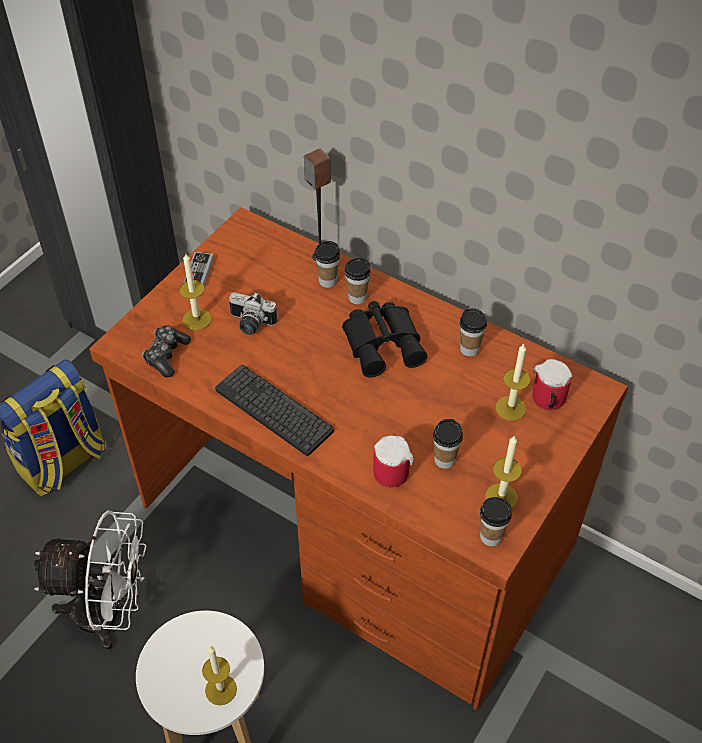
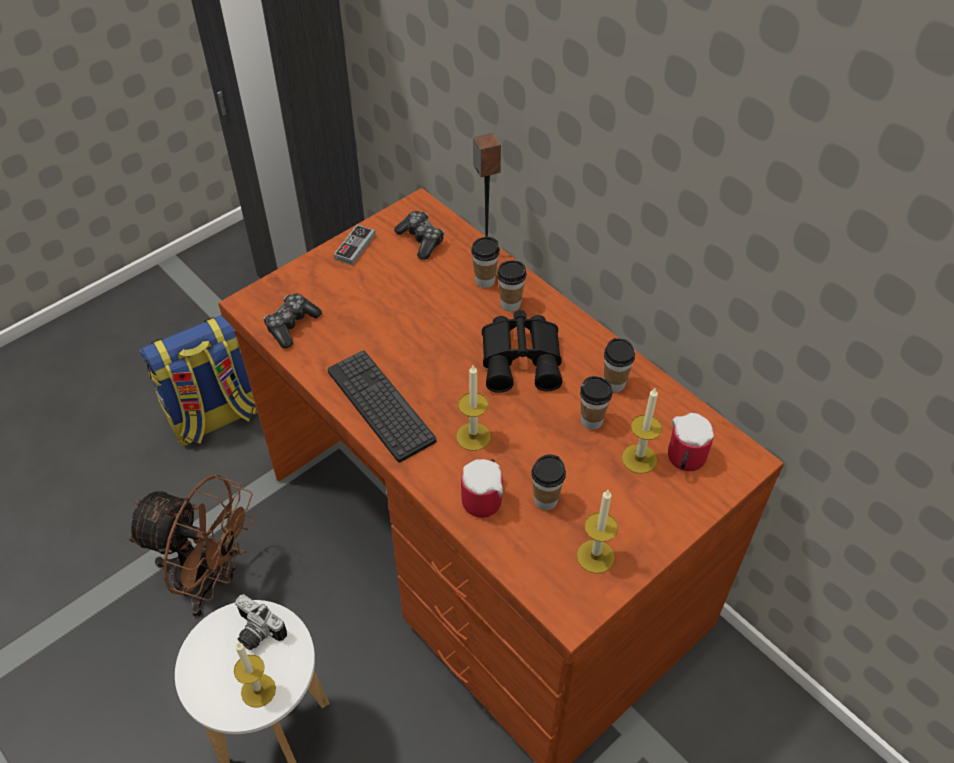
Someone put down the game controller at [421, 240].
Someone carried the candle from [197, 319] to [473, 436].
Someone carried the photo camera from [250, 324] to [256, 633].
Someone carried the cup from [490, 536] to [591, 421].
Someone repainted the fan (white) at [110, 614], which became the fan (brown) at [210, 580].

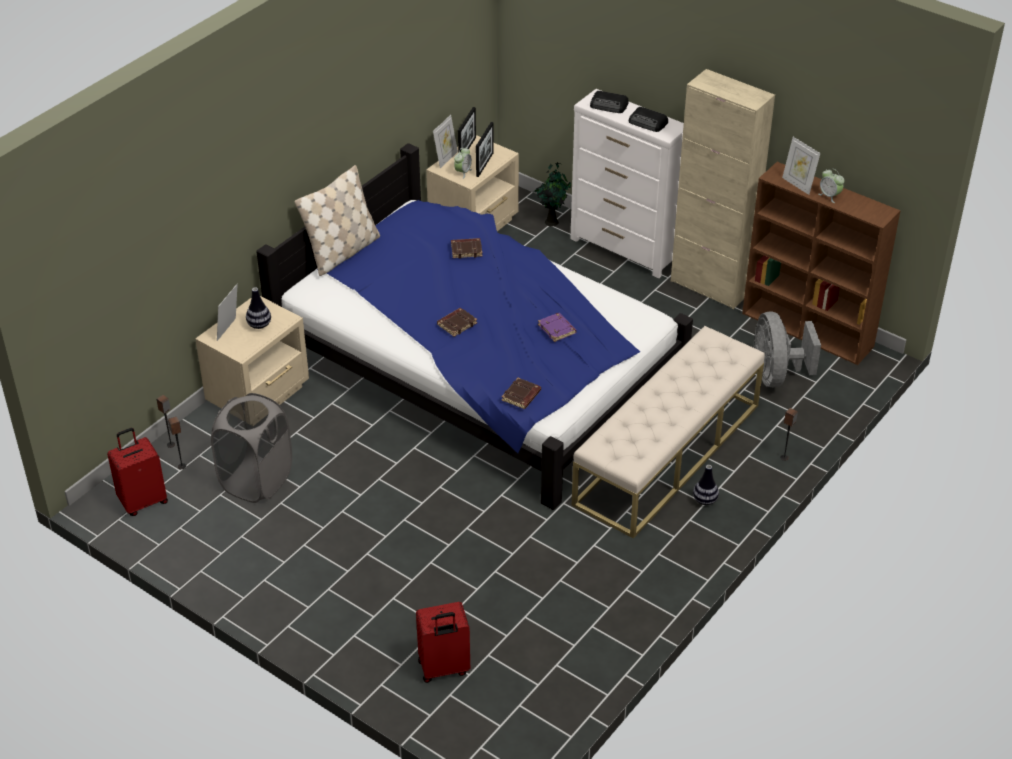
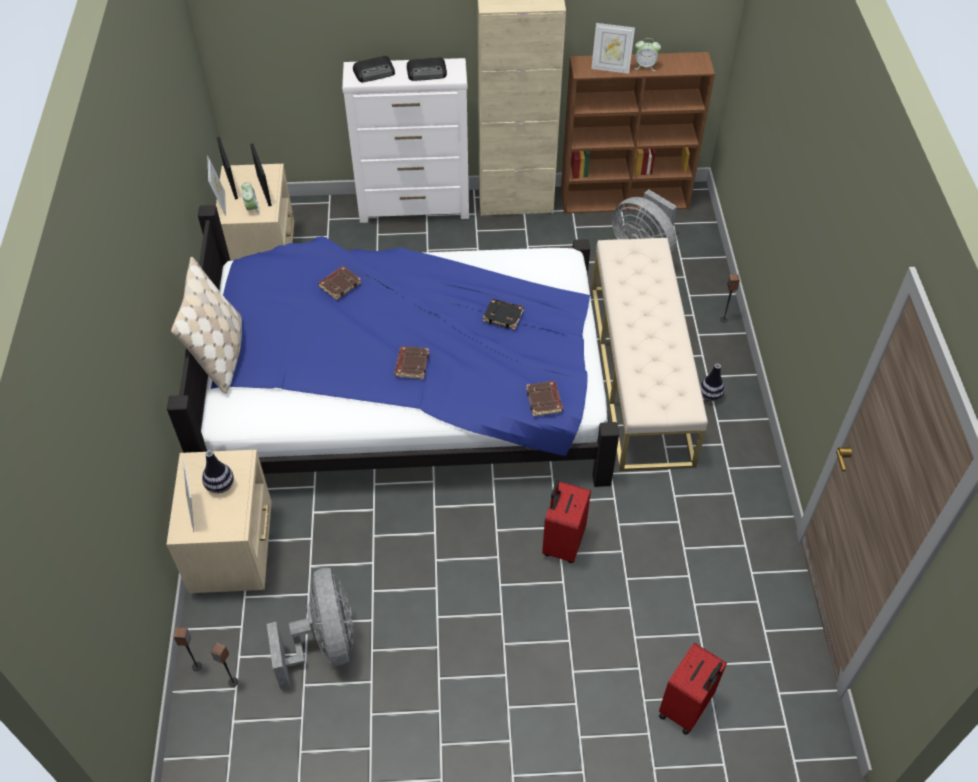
Someone took away the potted plant at [551, 221].
Someone carried the suitcase (red) from [143, 501] to [562, 543].
Someone swapped the laundry basket (grey) at [256, 480] for the fan (grey) at [324, 643].
Someone repainted the book (purple) at [557, 329], which became the book (black) at [504, 316].

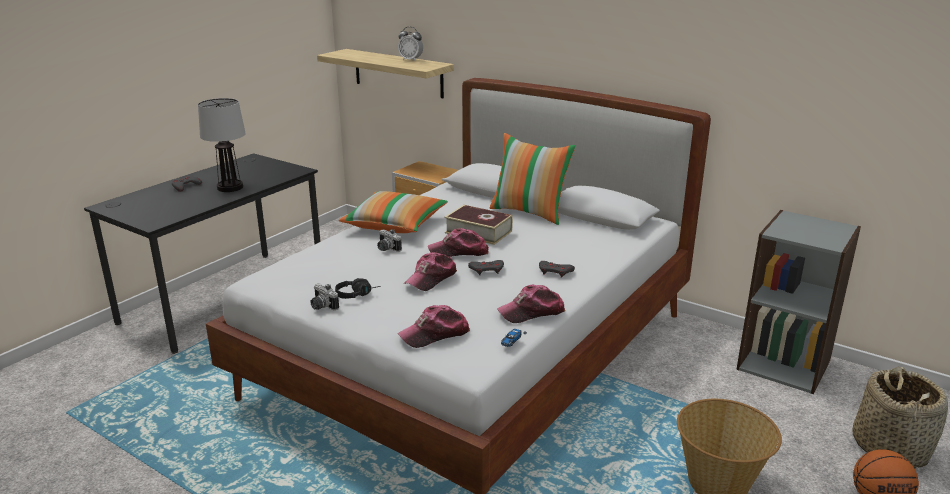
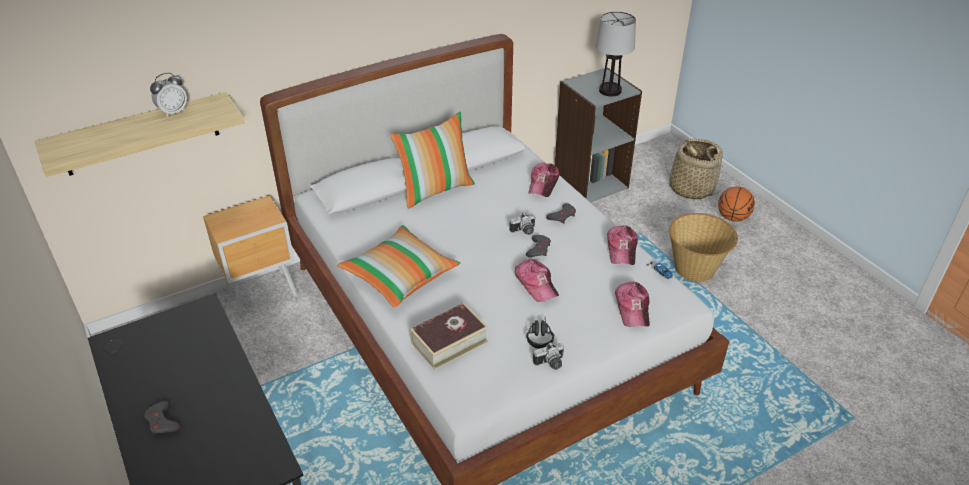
Someone carried the table lamp from [230, 187] to [610, 90].
Someone carried the photo camera from [386, 249] to [524, 231].
Someone carried the cap from [459, 252] to [543, 184].
Someone carried the book from [478, 232] to [449, 342].

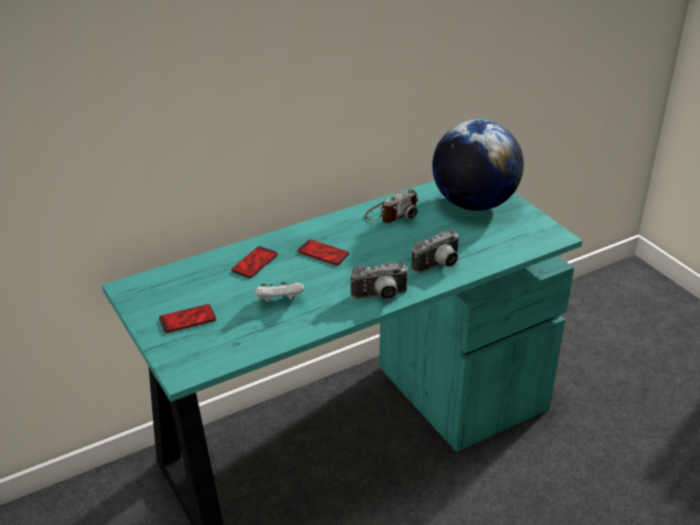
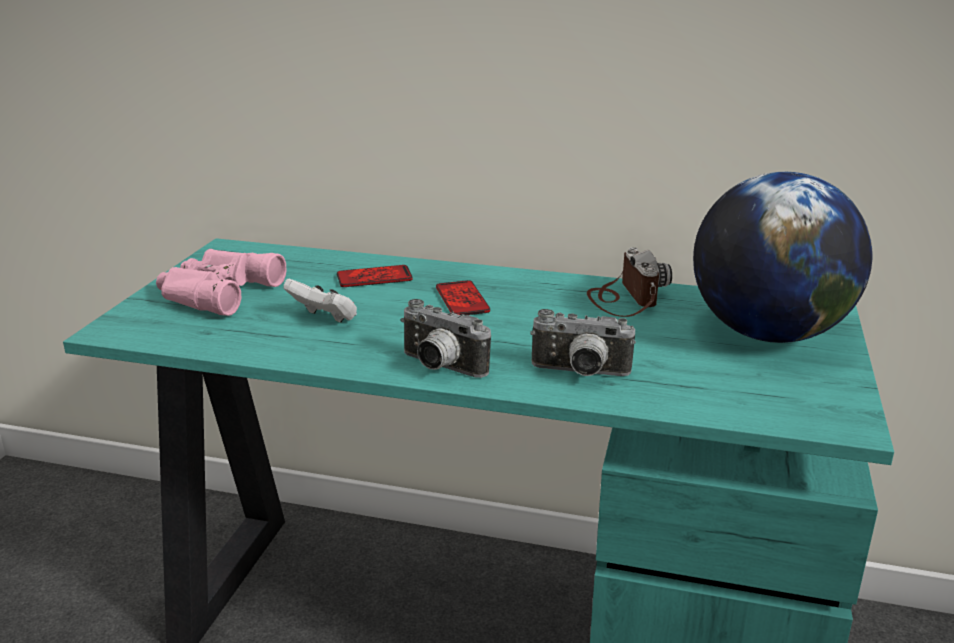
Someone swapped the phone at [187, 319] for the binoculars (pink) at [214, 292].
Someone rotated the photo camera at [391, 213] by 105 degrees counterclockwise.

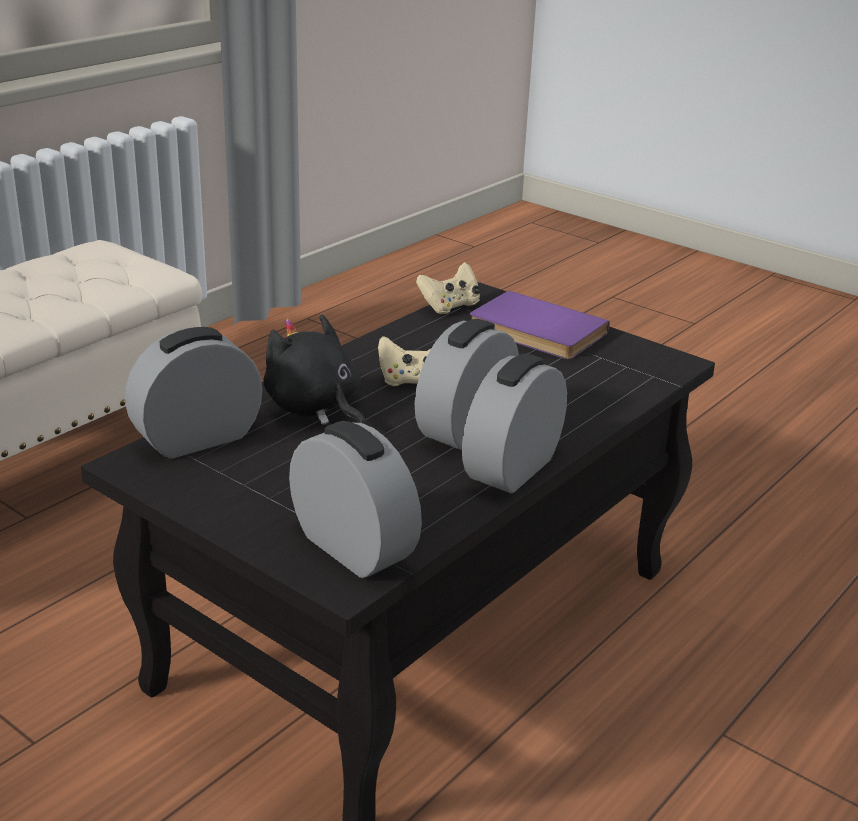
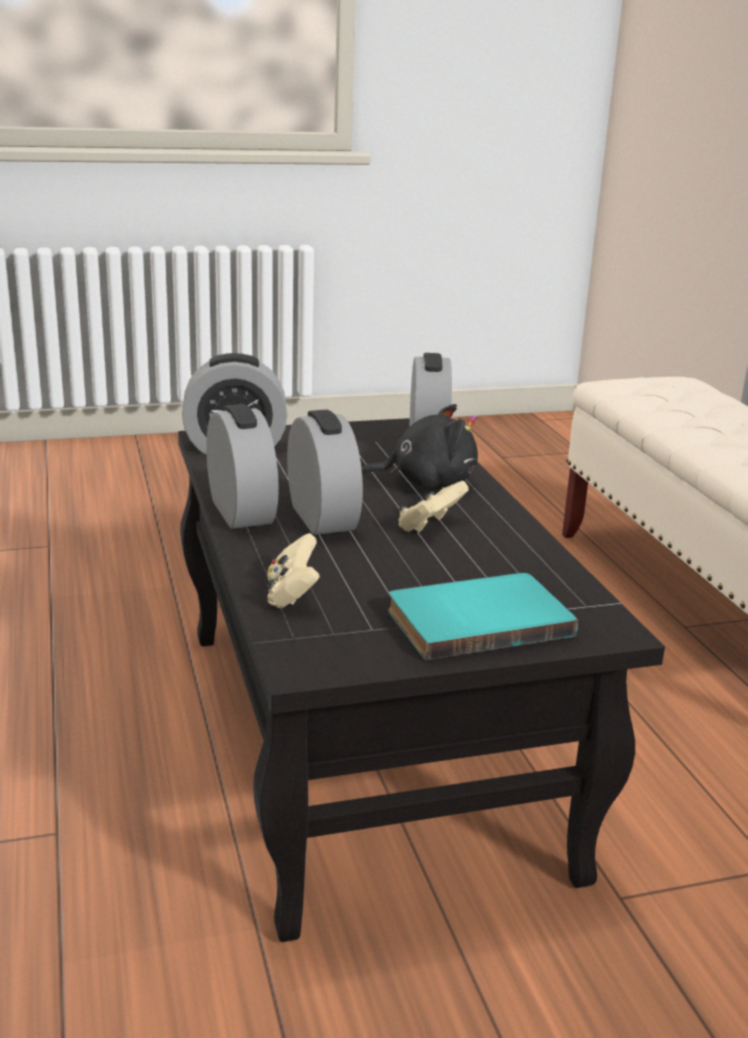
Someone carried the game controller (beige) from [450, 306] to [291, 595].
Someone repainted the book (purple) at [535, 331], which became the book (turquoise) at [476, 619].

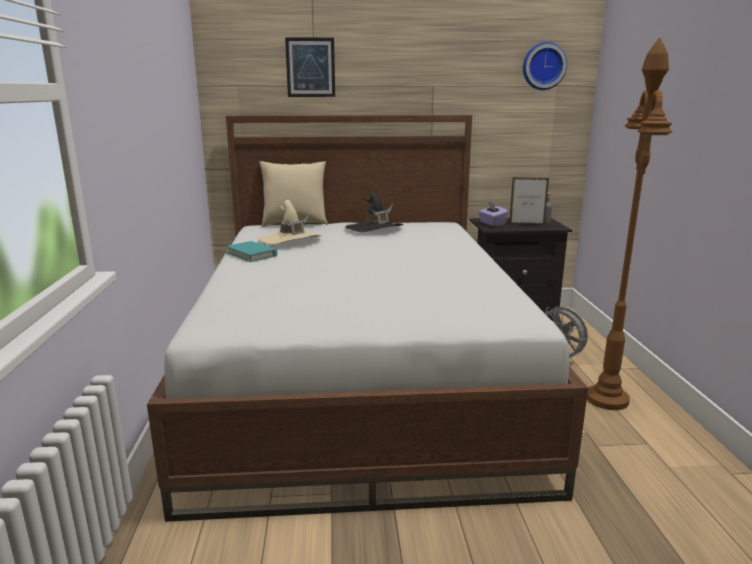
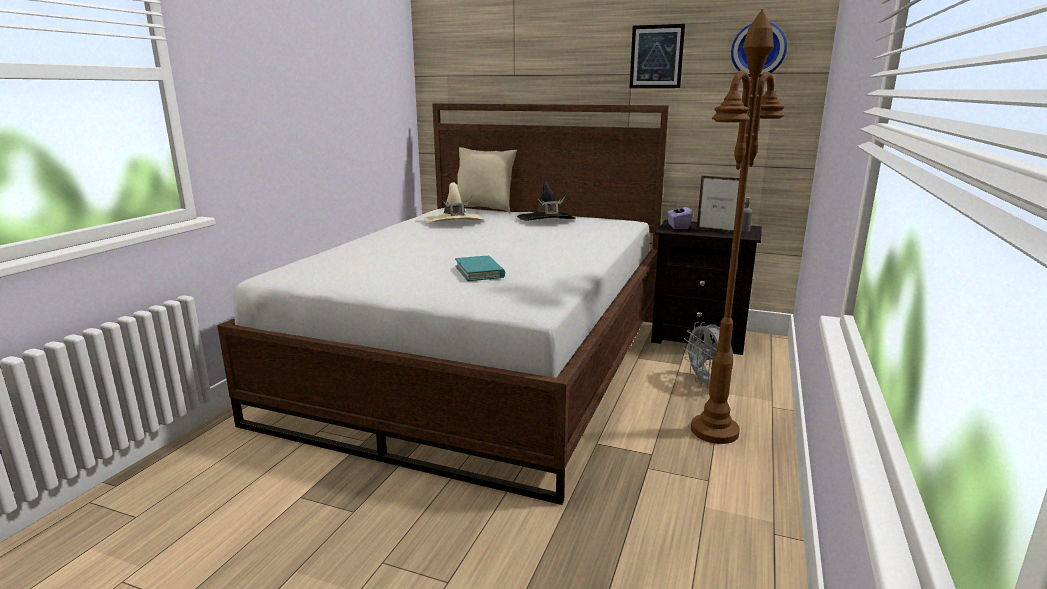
Someone carried the book (turquoise) from [251, 254] to [479, 272].
Someone carried the picture from [310, 67] to [656, 56].

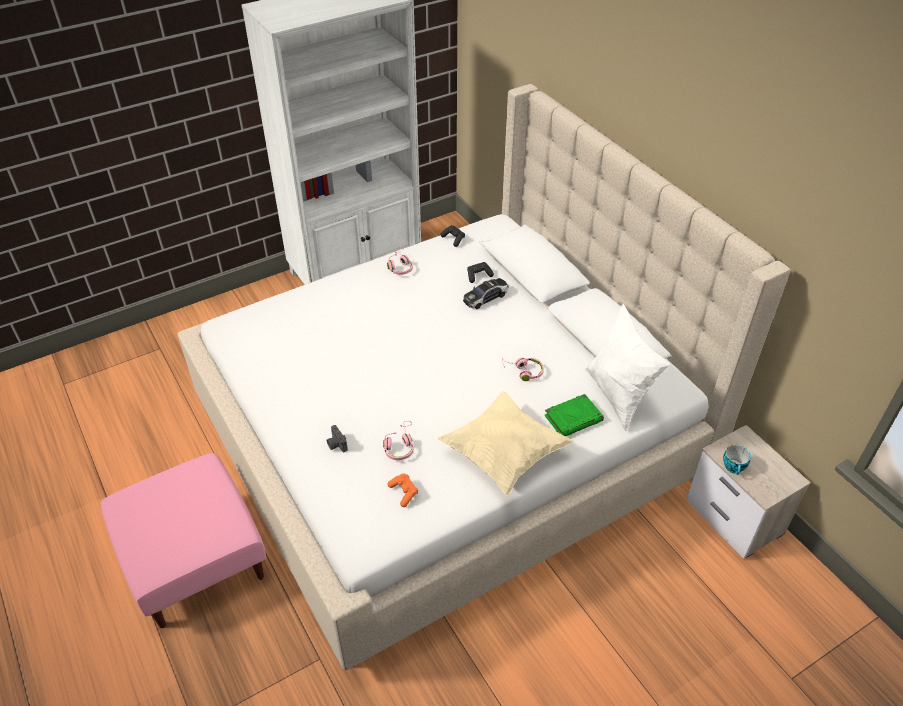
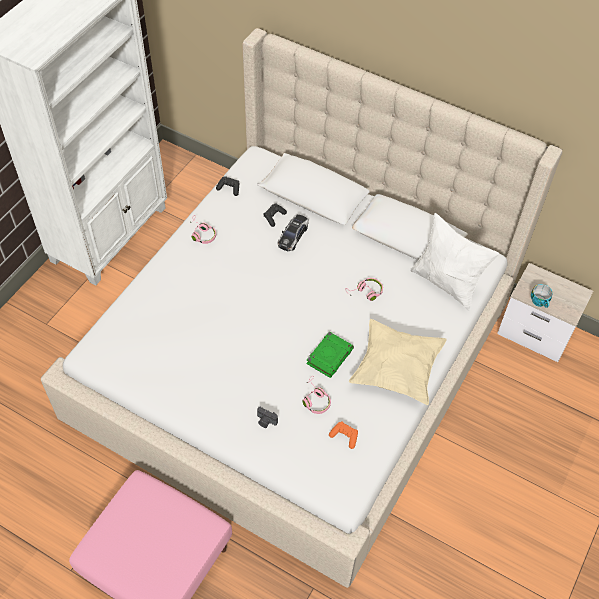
Someone carried the book (green) from [573, 418] to [329, 356].

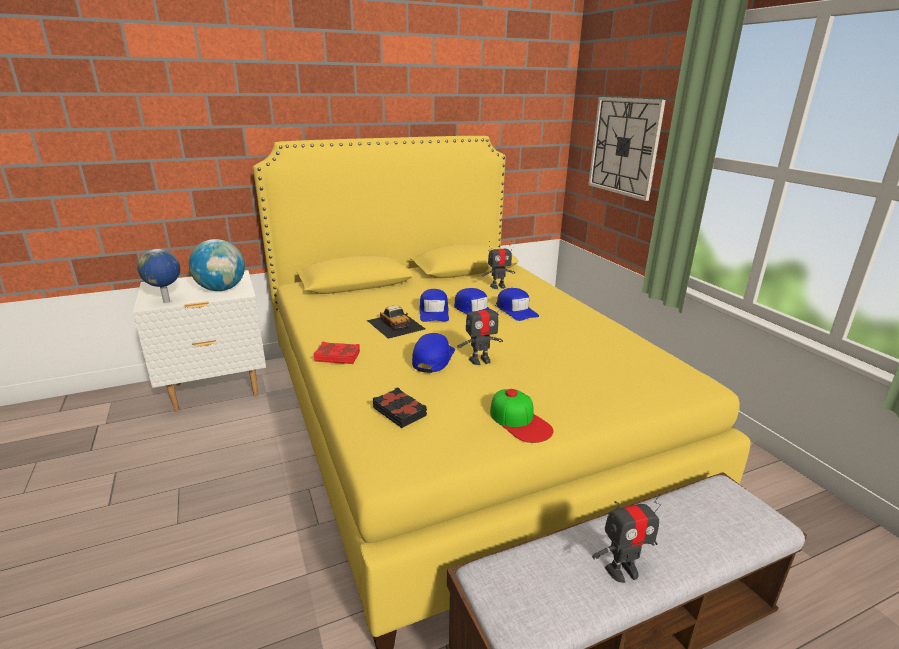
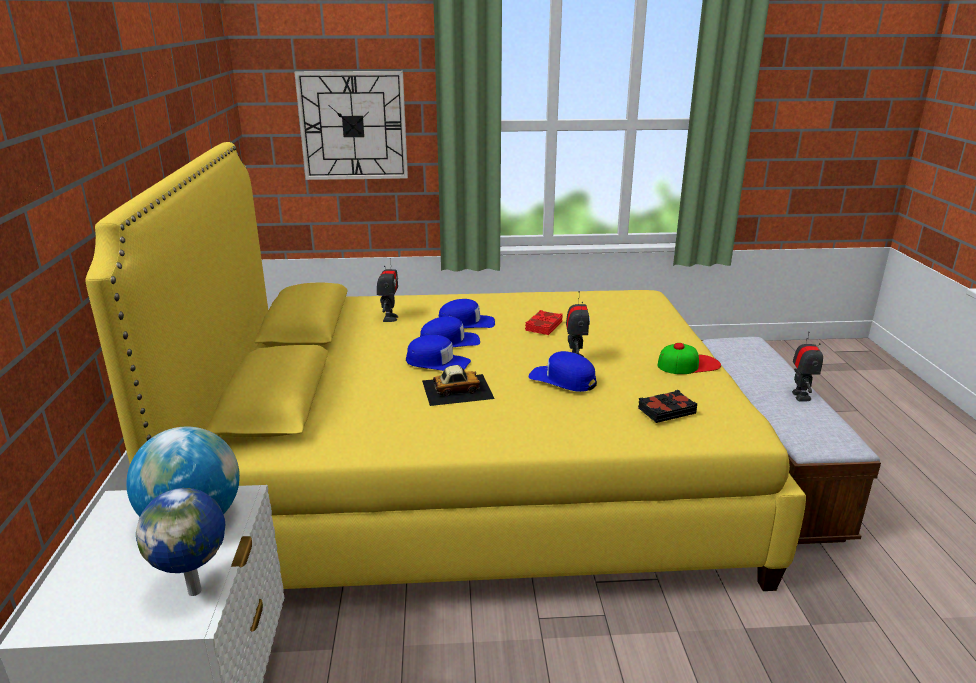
Someone carried the book (red) from [337, 356] to [543, 326].

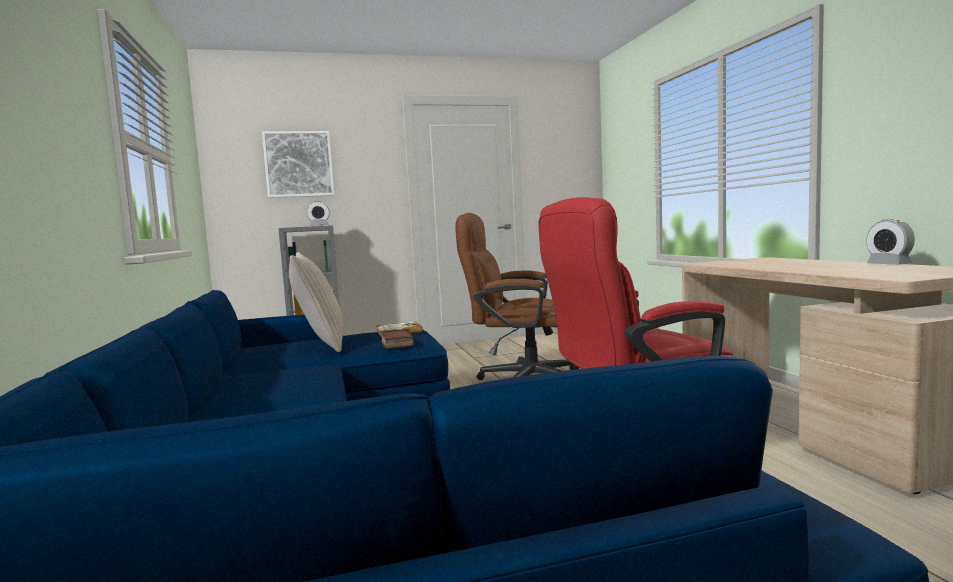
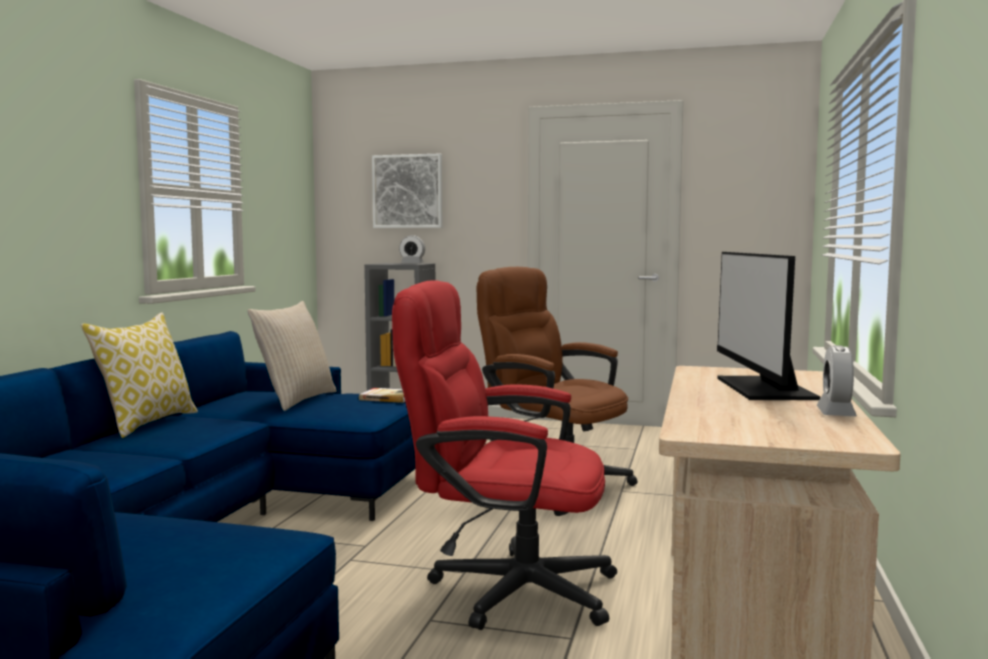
Someone took away the book at [395, 344].
Someone put down the pillow at [146, 423].
Someone put down the monitor at [762, 388].

